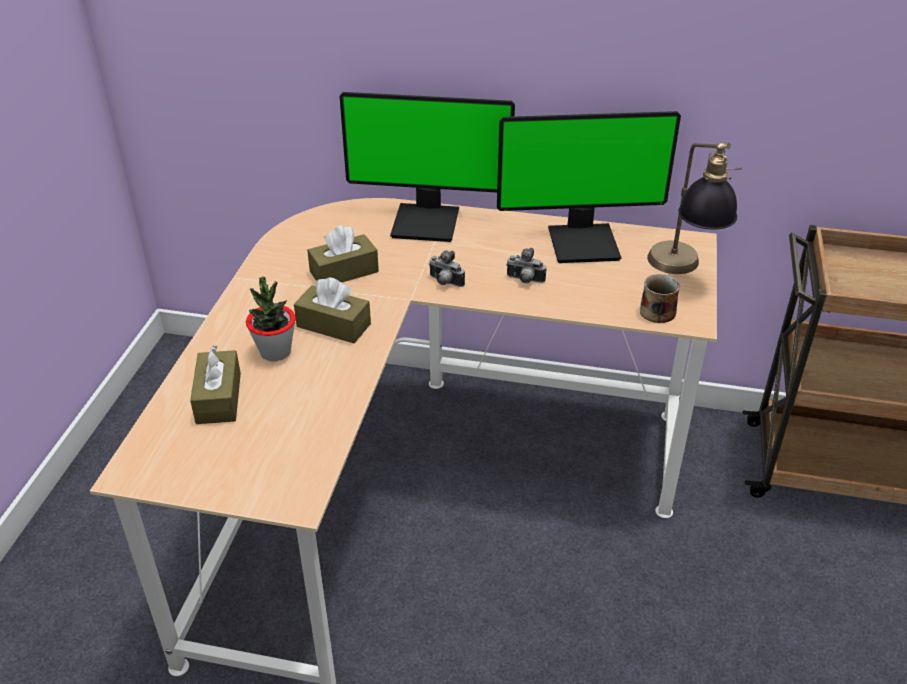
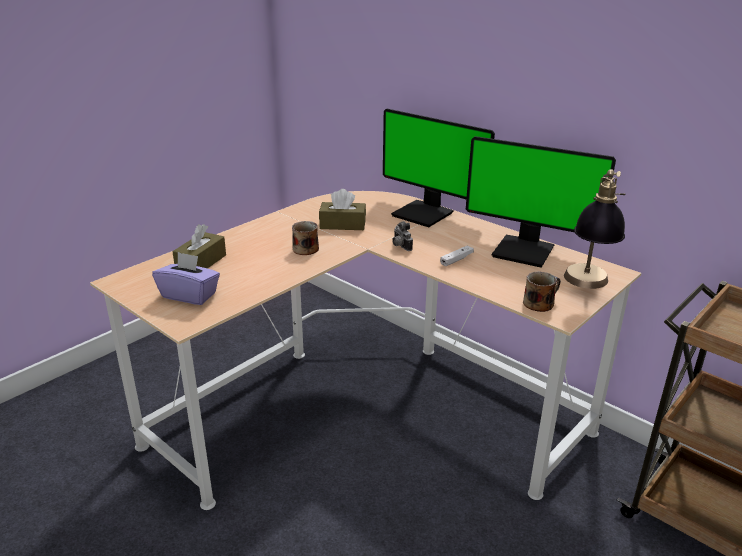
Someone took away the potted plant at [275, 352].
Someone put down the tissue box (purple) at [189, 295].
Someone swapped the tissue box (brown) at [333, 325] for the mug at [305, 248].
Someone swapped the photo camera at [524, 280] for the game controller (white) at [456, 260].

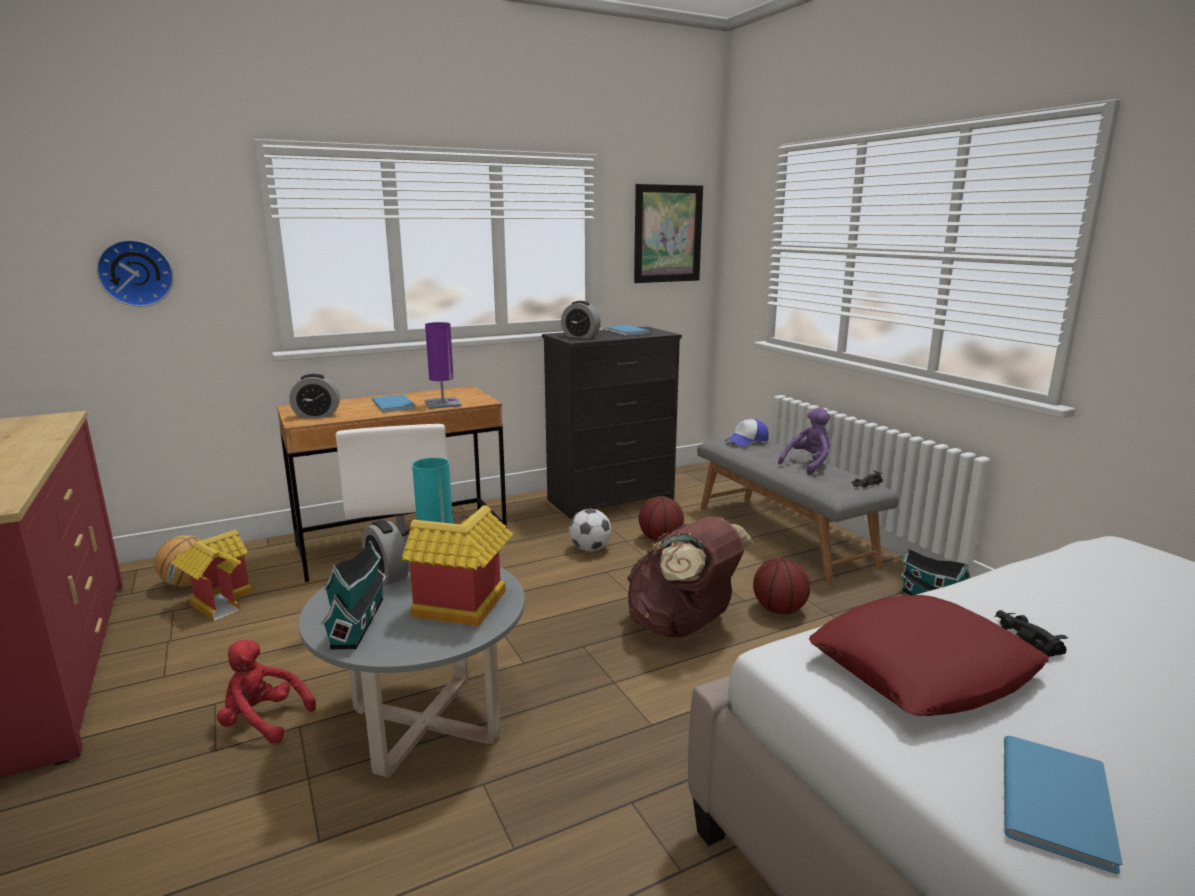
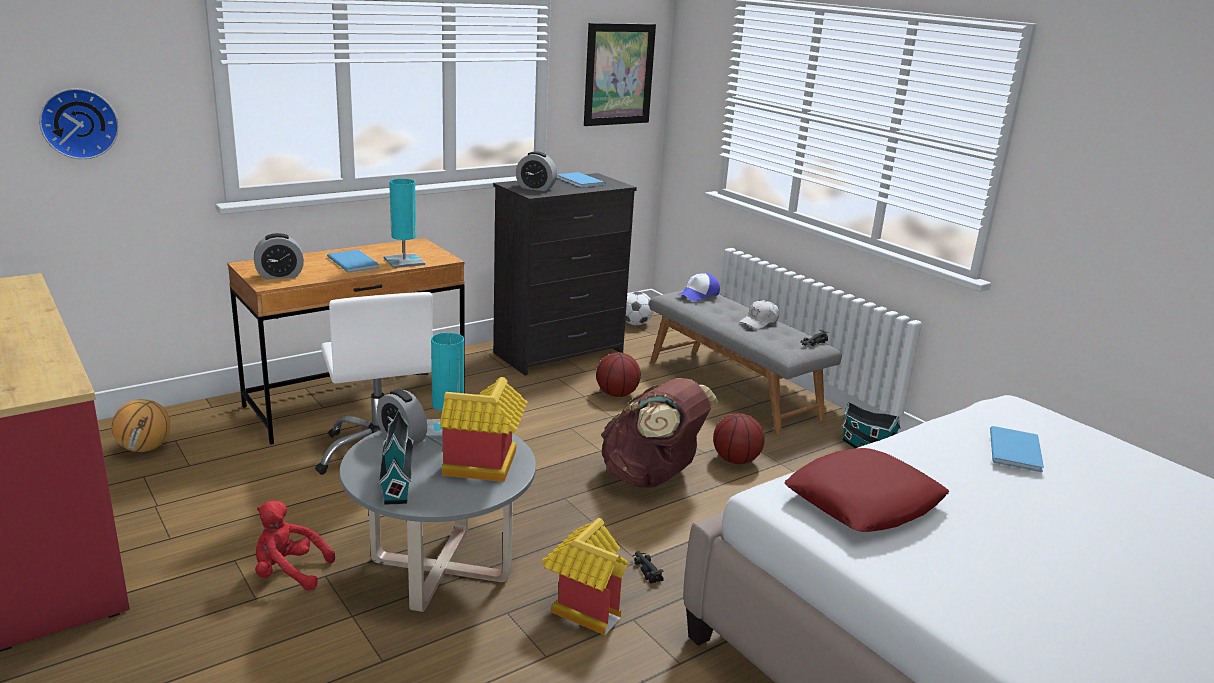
Someone carried the toy house from [219, 601] to [582, 606].
Someone carried the football from [590, 549] to [635, 324].
Someone carried the toy car (black) from [1025, 637] to [646, 569].
Someone carried the book (blue) from [1060, 800] to [1017, 450].
Someone swapped the plush toy (purple) at [808, 464] for the cap (white) at [759, 322].
Someone repainted the table lamp (purple) at [442, 404], which became the table lamp (turquoise) at [404, 261].

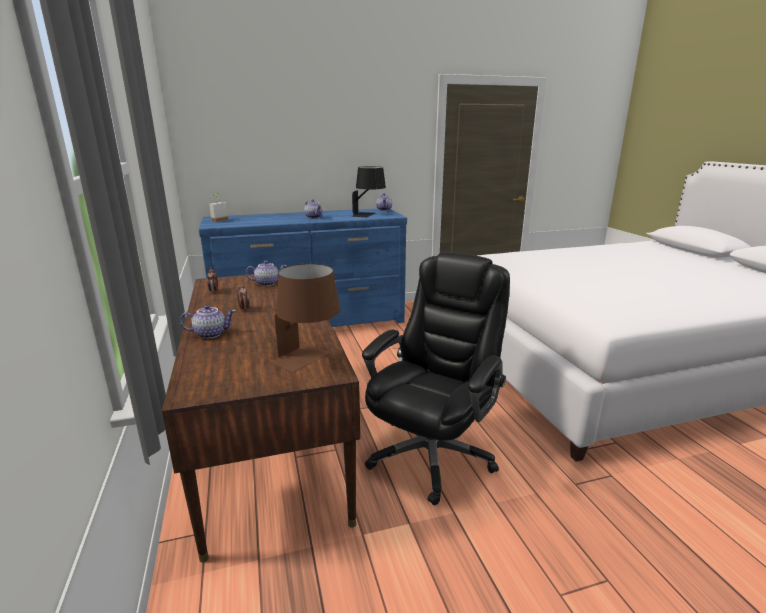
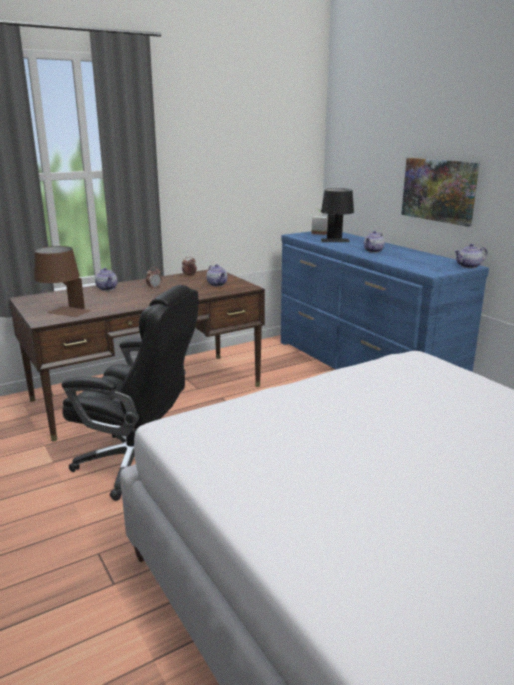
Someone put up the picture at [439, 190].
Someone carried the table lamp (black) from [369, 215] to [335, 241].

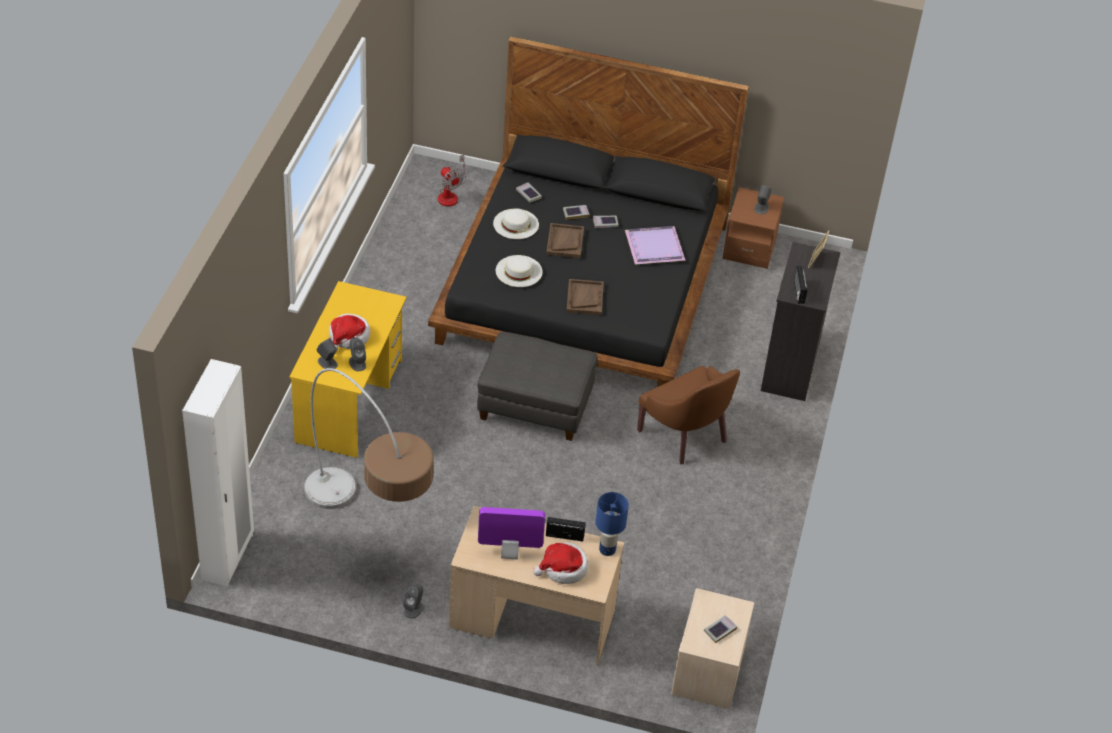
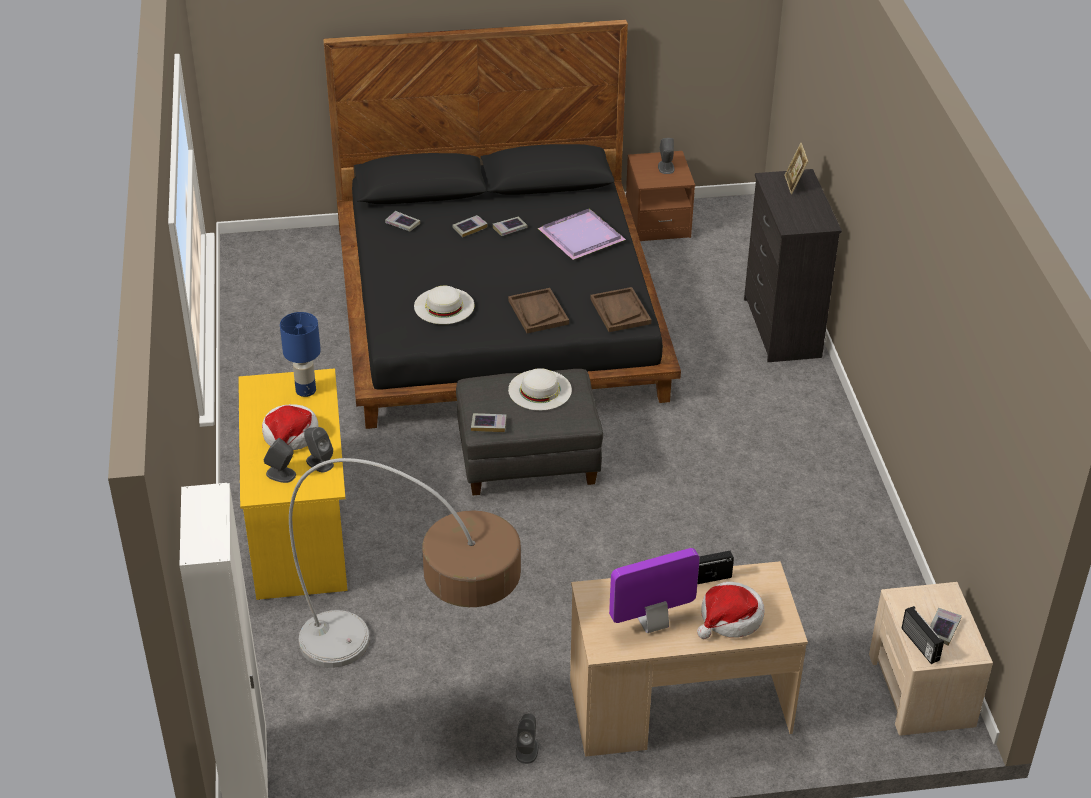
Someone took away the fan at [450, 195].
Someone took away the armchair (brown) at [686, 435].
Someone put down the book at [489, 425].
Someone carried the hat (white) from [516, 224] to [540, 390].
Someone carried the tray (brown) from [565, 241] to [620, 311].
Someone carried the table lamp (blue) from [607, 550] to [305, 391].
Someone carried the radio from [798, 291] to [919, 645].

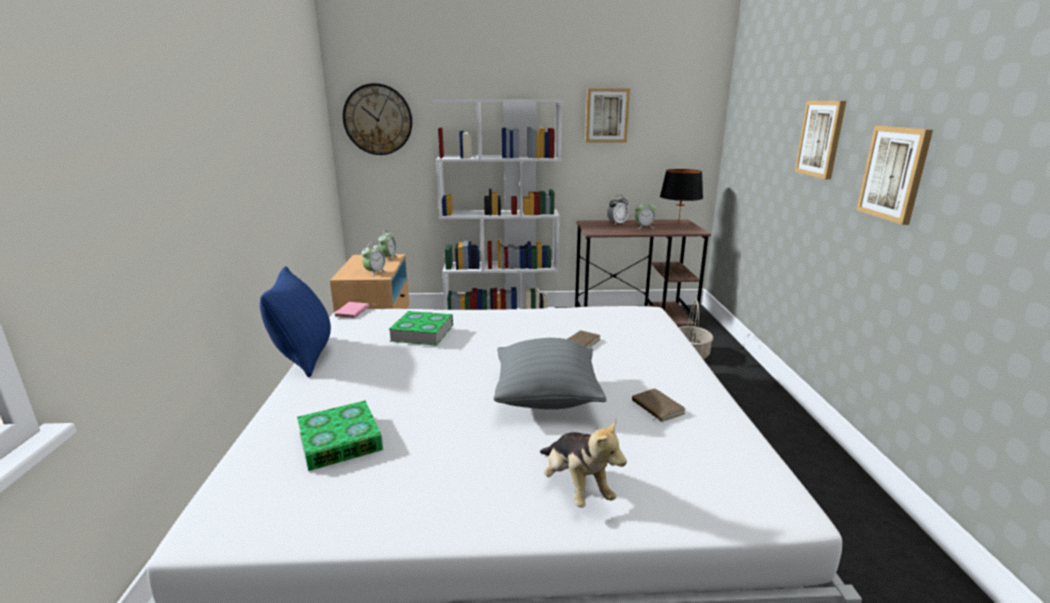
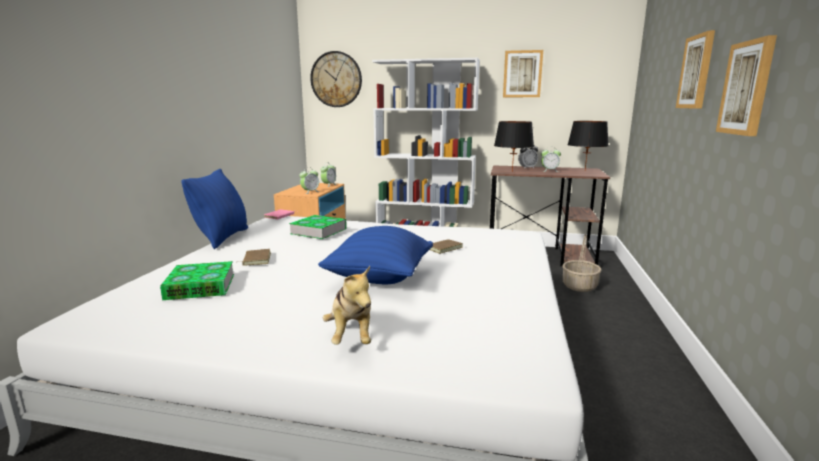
Someone put down the table lamp (black) at [512, 171].
Someone carried the book (brown) from [656, 408] to [255, 259].
Someone repainted the pillow (grey) at [546, 398], which became the pillow (blue) at [380, 278].

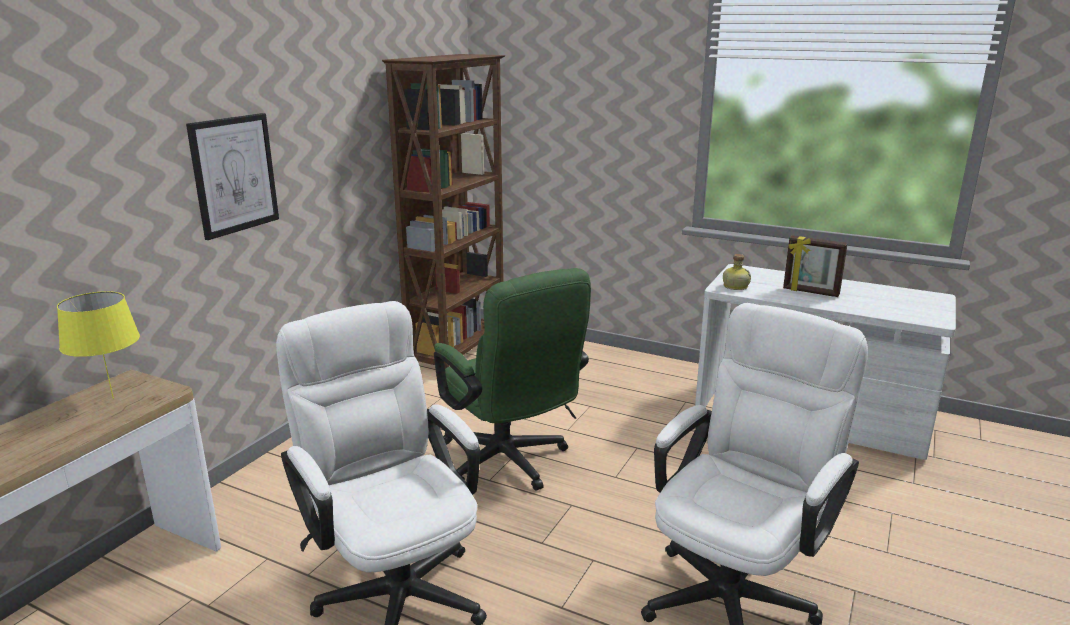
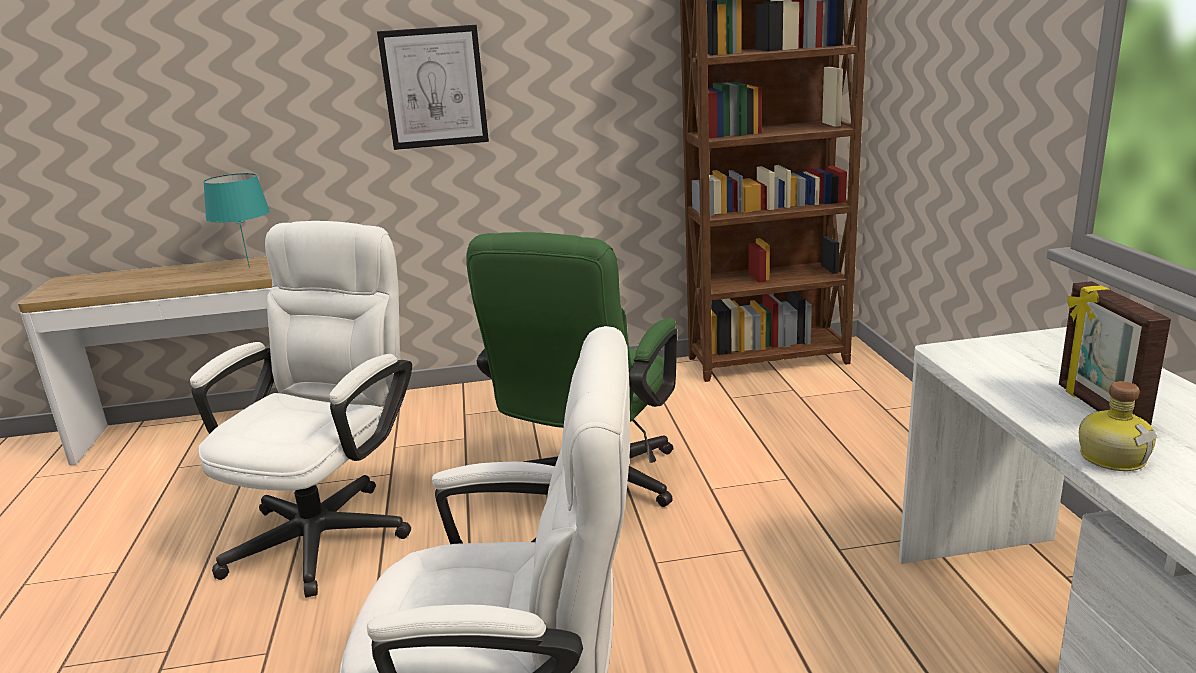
Someone carried the bottle from [735, 286] to [1112, 457].
Someone repainted the table lamp (yellow) at [112, 399], which became the table lamp (turquoise) at [248, 267].

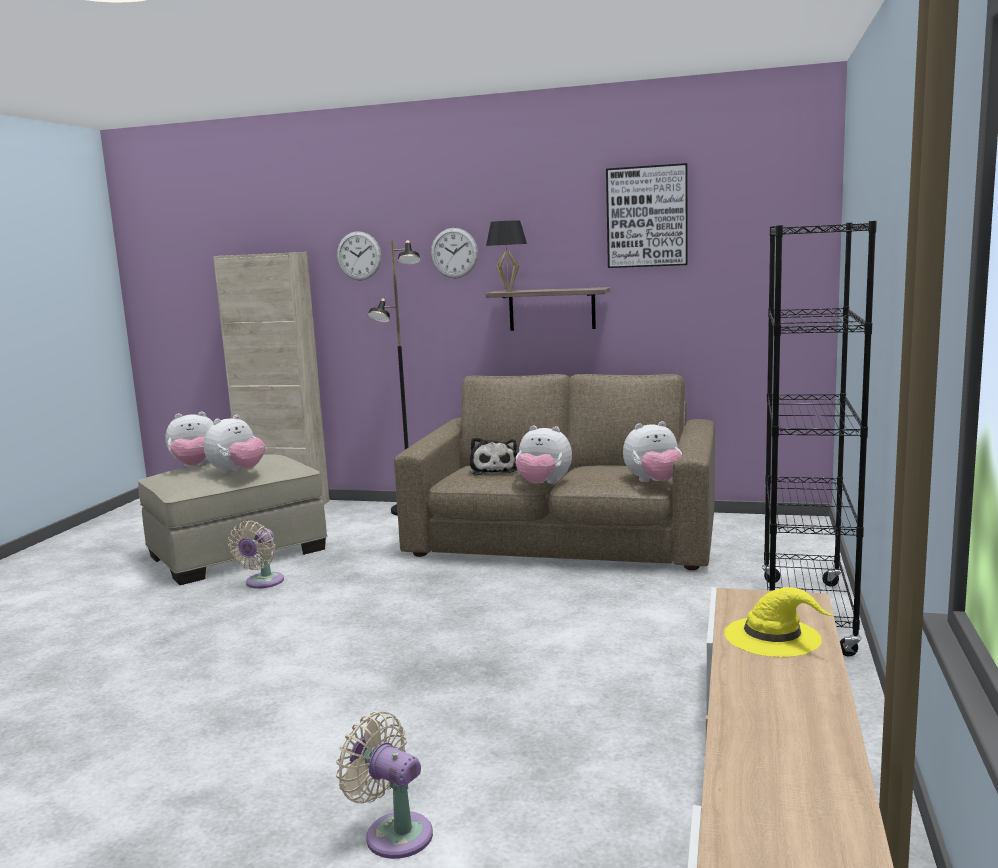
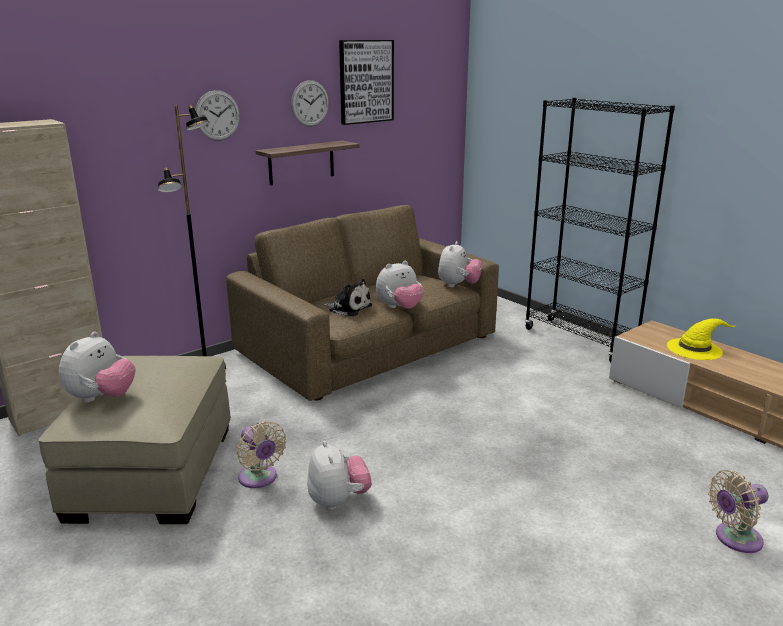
Someone took away the table lamp (black) at [508, 291].
Someone carried the plush toy from [237, 472] to [338, 500].
Someone carried the wall clock from [359, 256] to [310, 103].

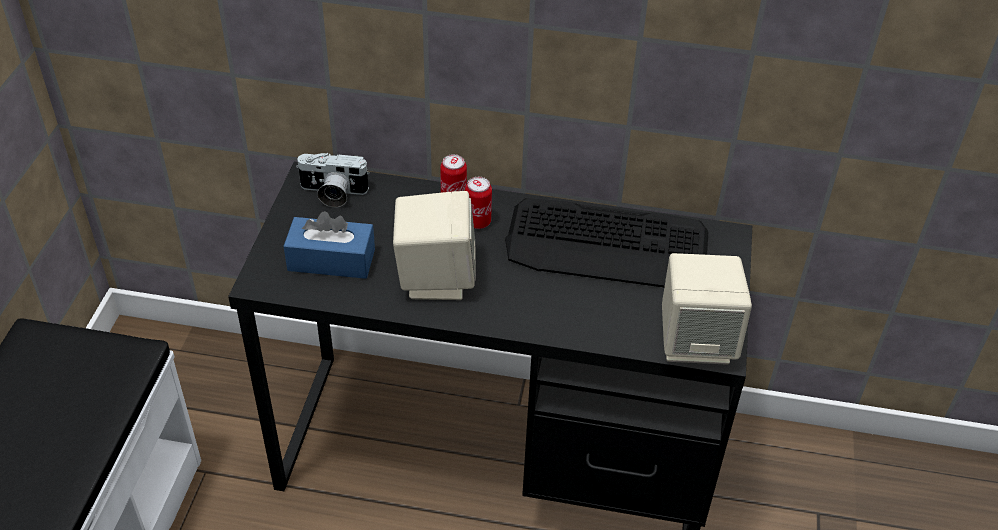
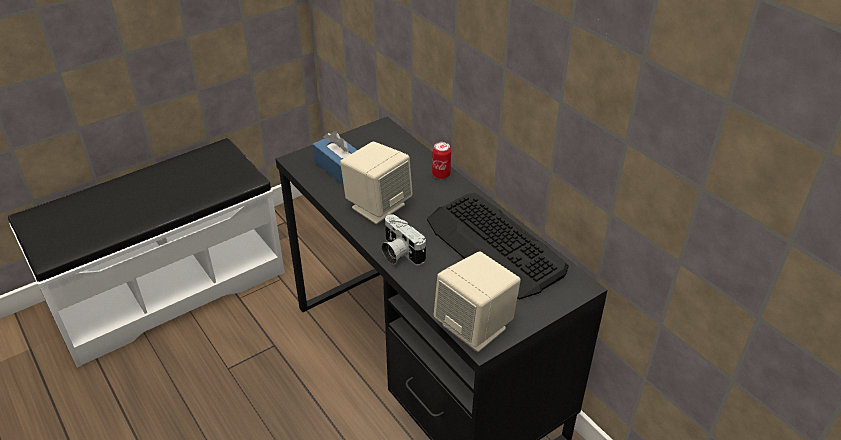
Someone took away the can at [478, 222].
Someone carried the photo camera from [332, 193] to [399, 253].

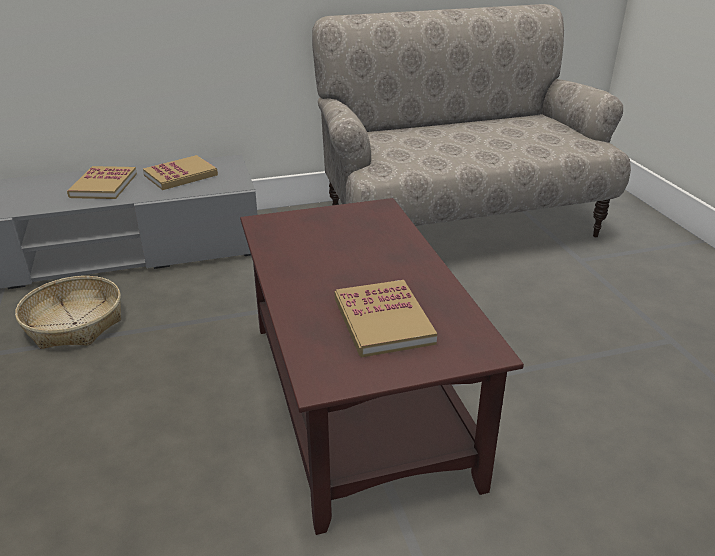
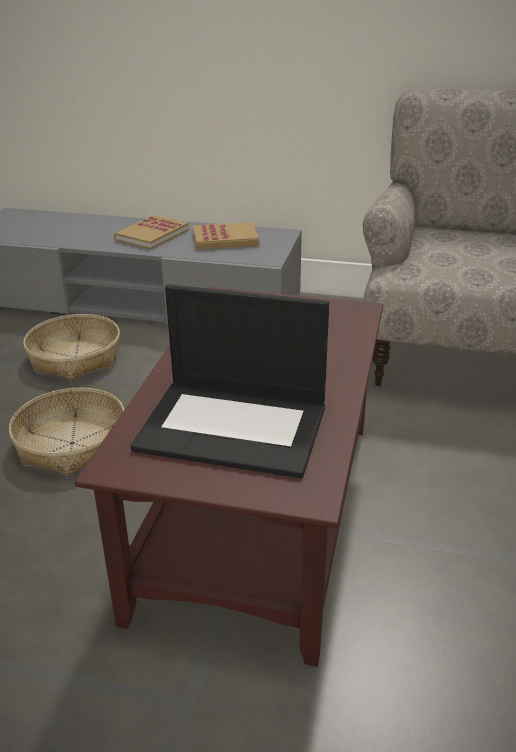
Someone put down the basket at [72, 443].
Someone swapped the book at [383, 321] for the laptop at [235, 426].

